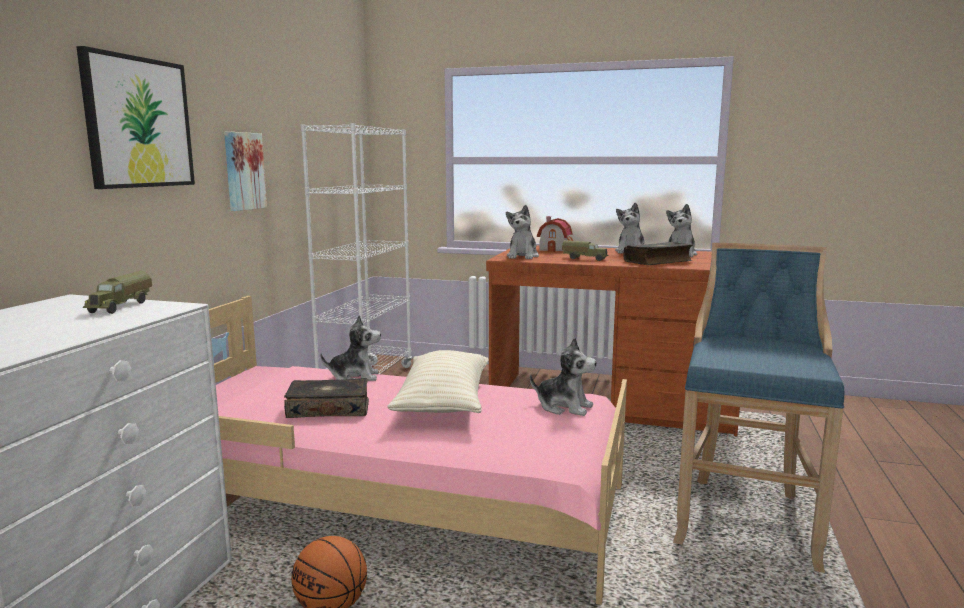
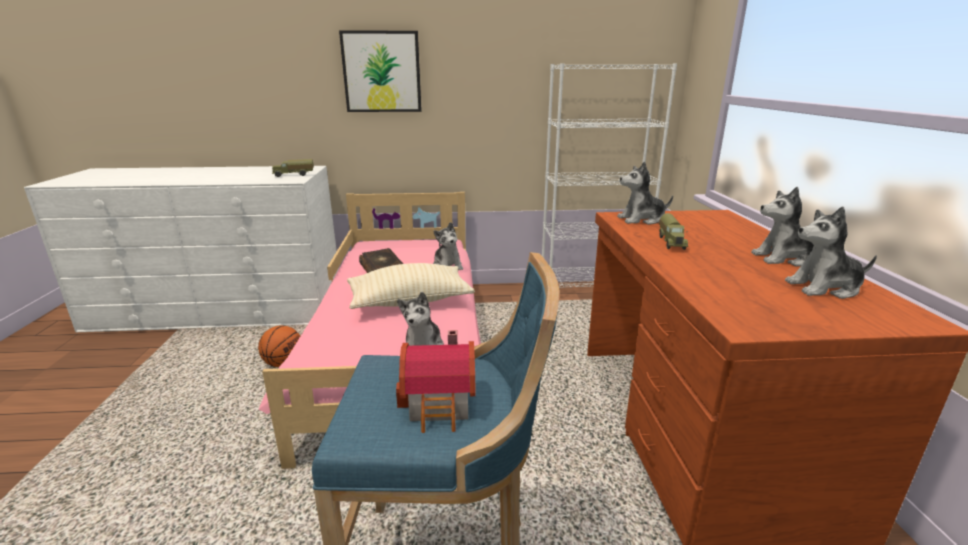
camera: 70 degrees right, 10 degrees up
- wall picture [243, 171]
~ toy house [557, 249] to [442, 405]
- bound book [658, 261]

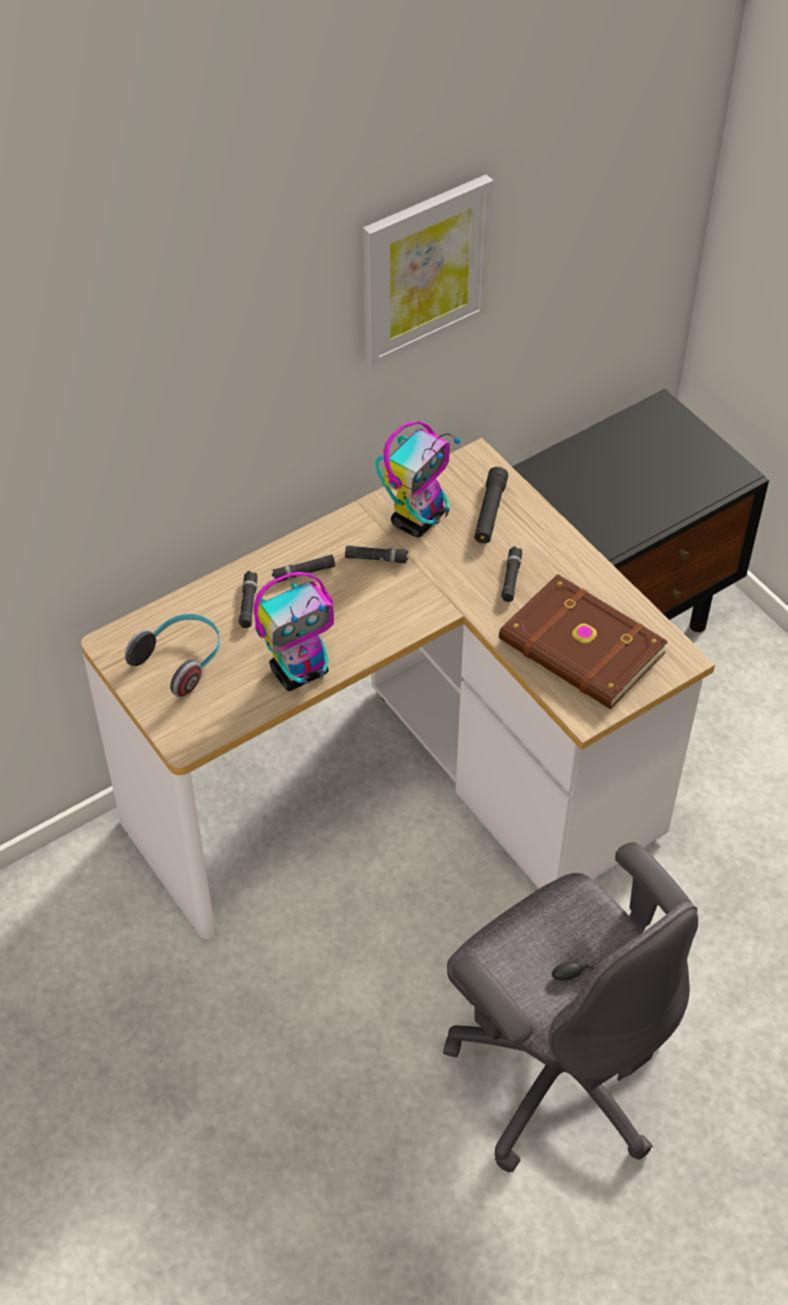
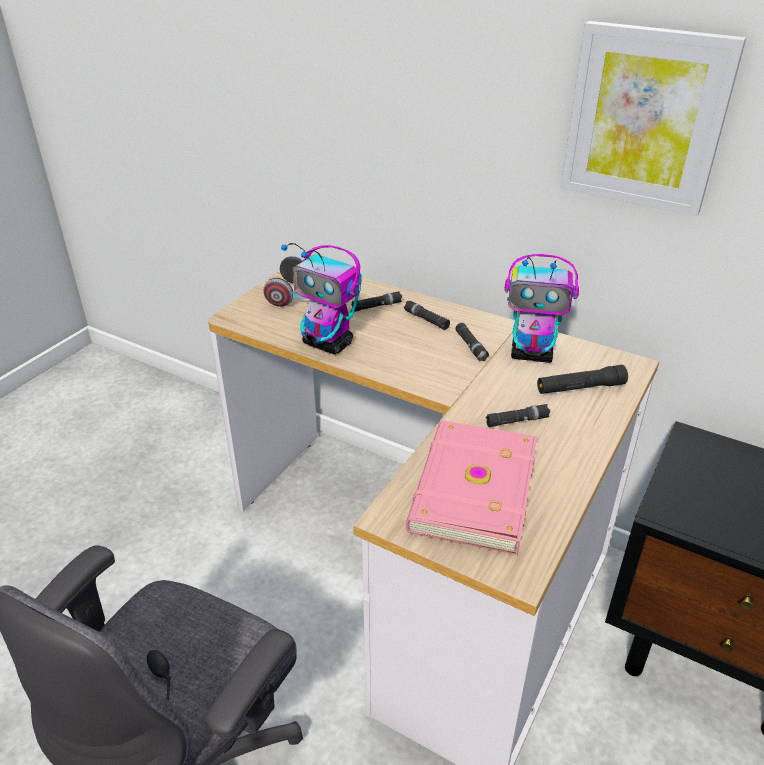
camera: 65 degrees right, 15 degrees down
~ bound book (brown) [580, 649] to bound book (pinkish) [470, 489]

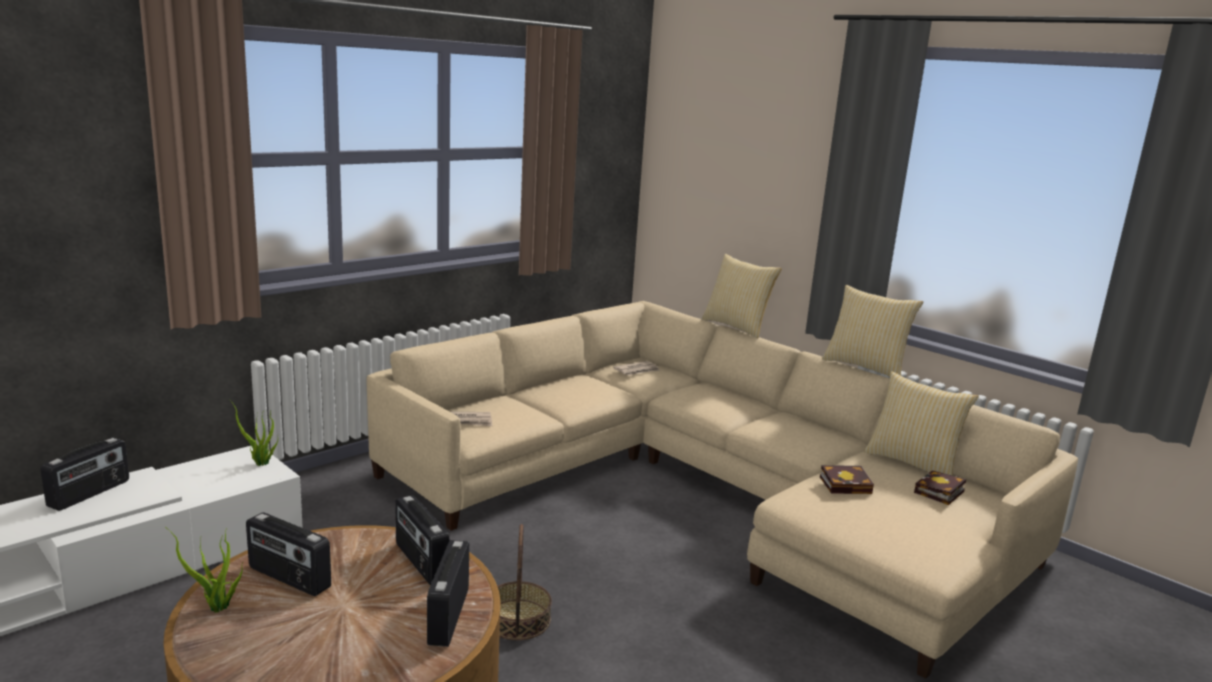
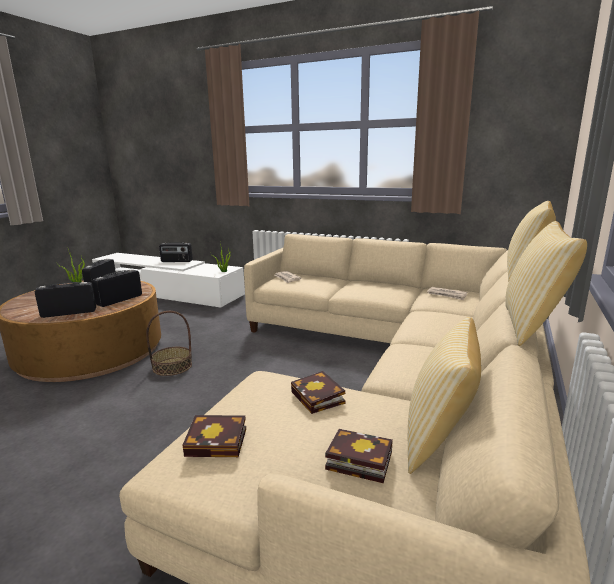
camera: 70 degrees right, 0 degrees up
+ bound book [219, 441]

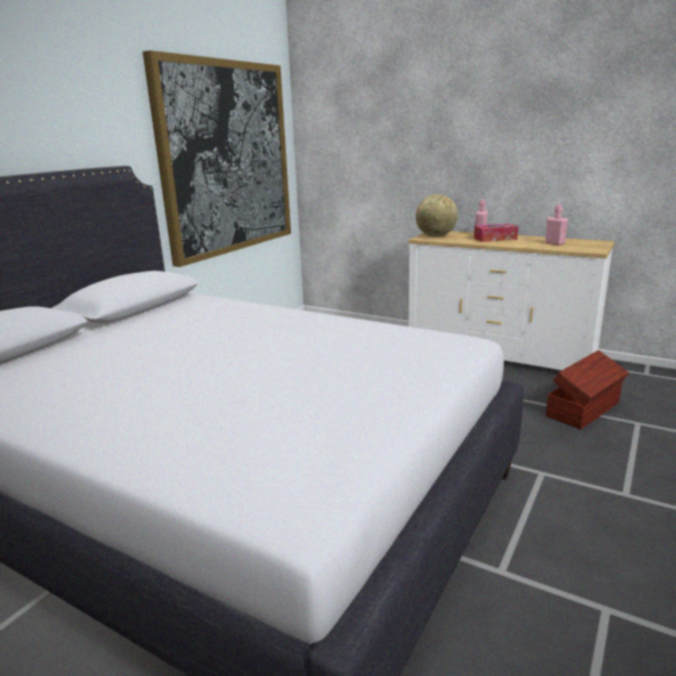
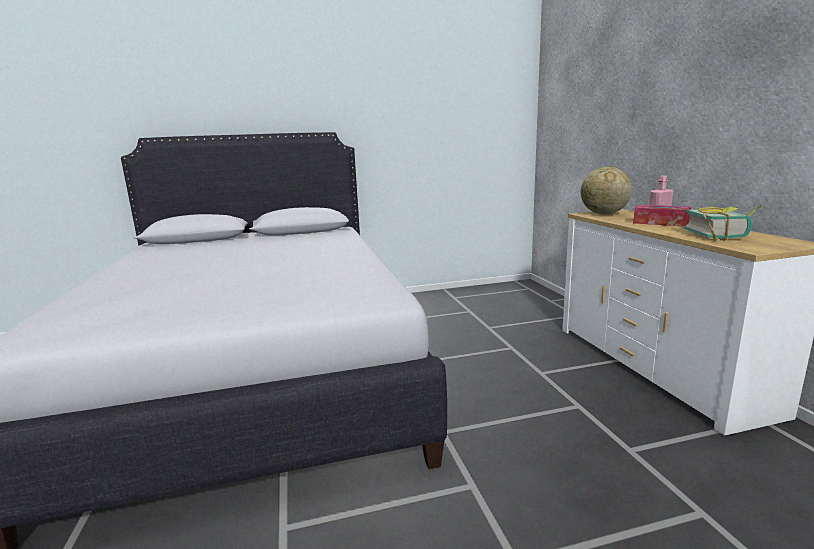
camera: 45 degrees right, 5 degrees down
- wall picture [226, 159]
~ bottle (pinkish) [554, 243] to bound book [720, 236]
- storage bin (brown) [584, 409]

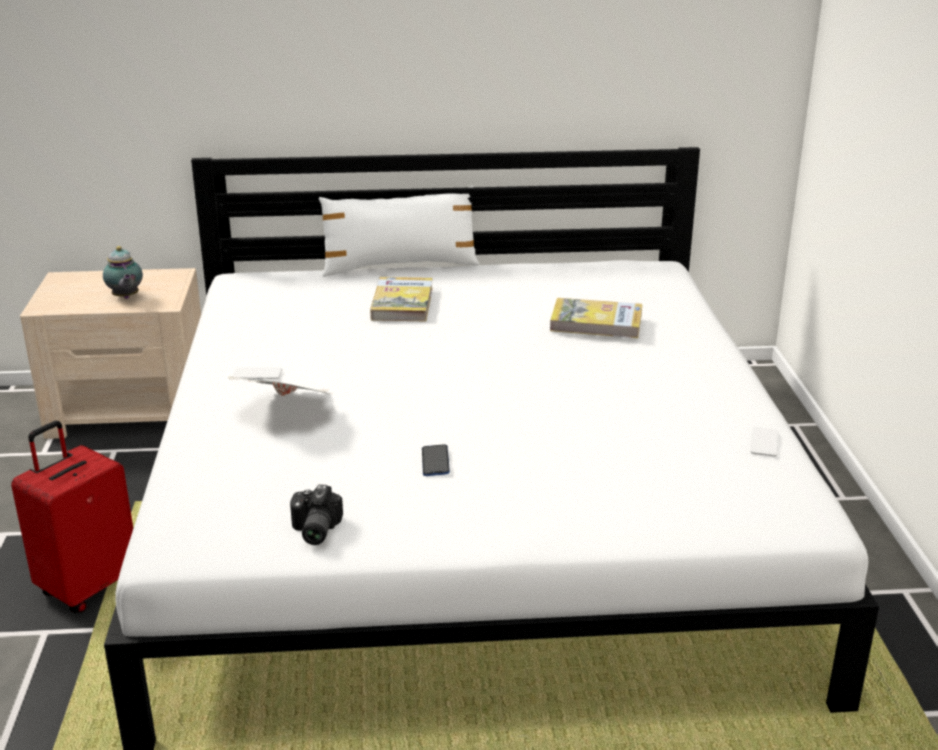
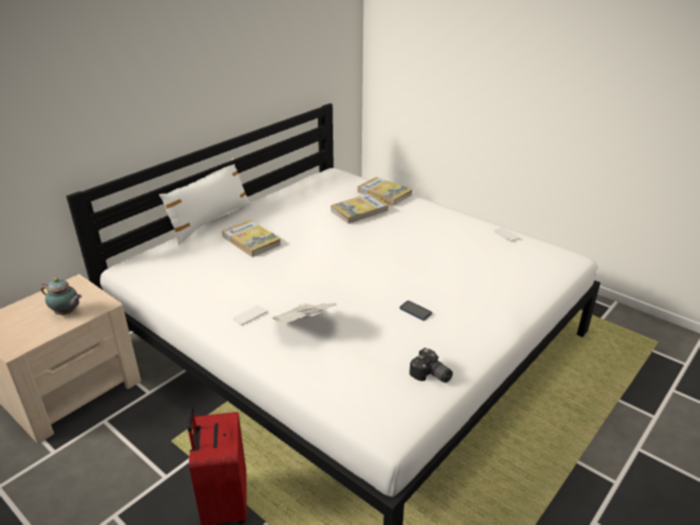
camera: 45 degrees left, 5 degrees up
+ bound book [384, 193]

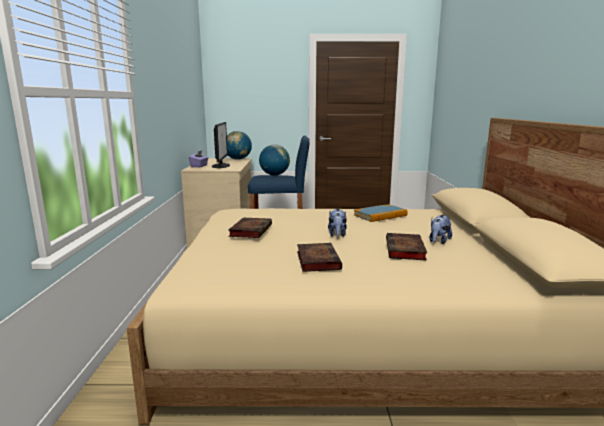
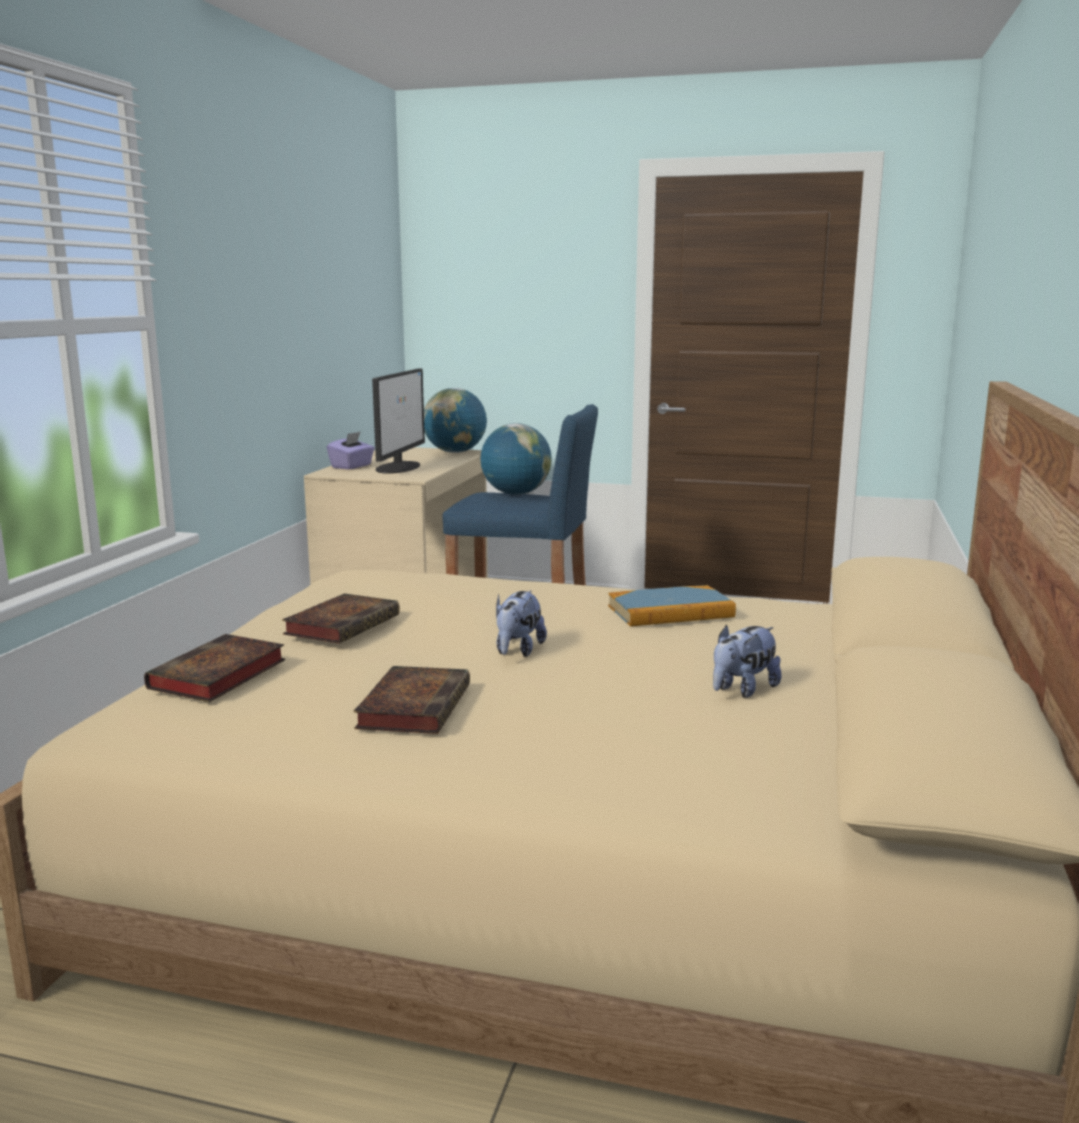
camera: 15 degrees right, 0 degrees up
~ bound book [405, 250] to [217, 676]

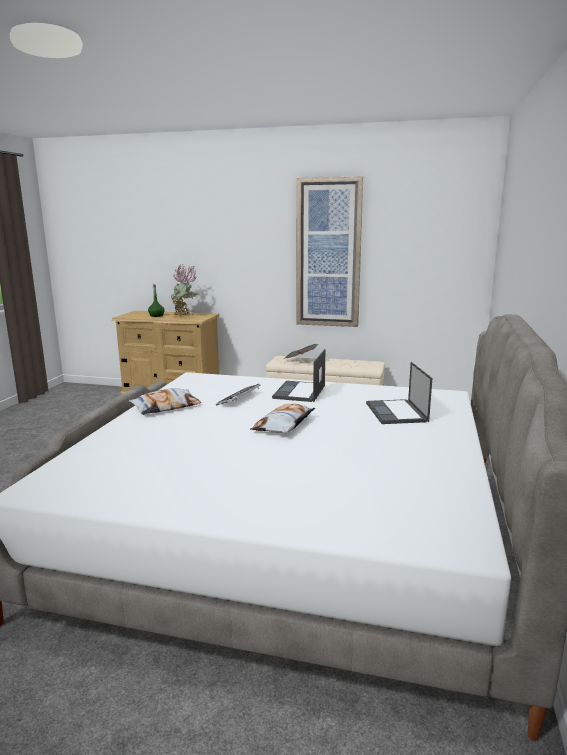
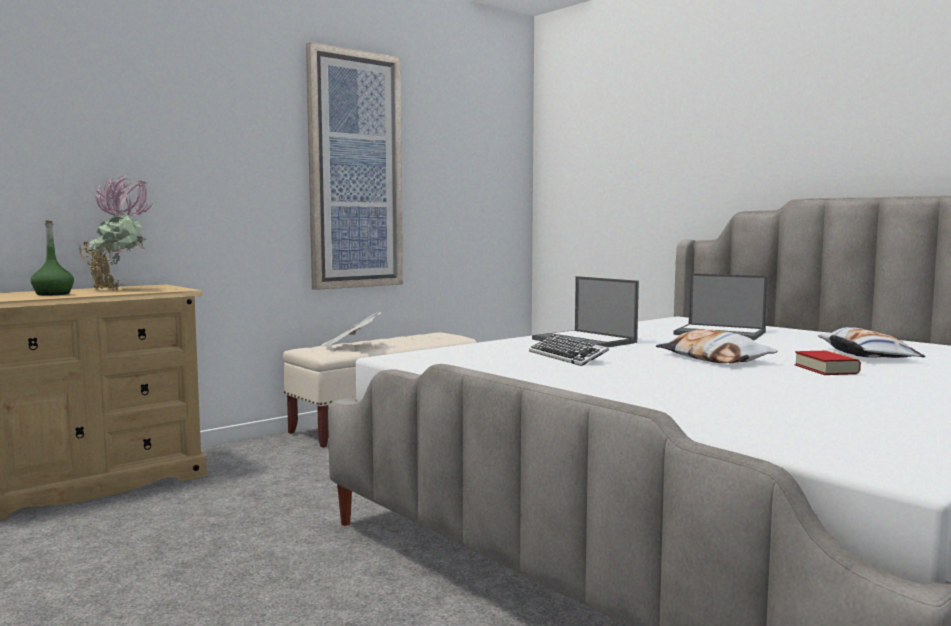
camera: 55 degrees left, 10 degrees down
~ pillow [166, 407] to [866, 355]
+ bound book [826, 369]

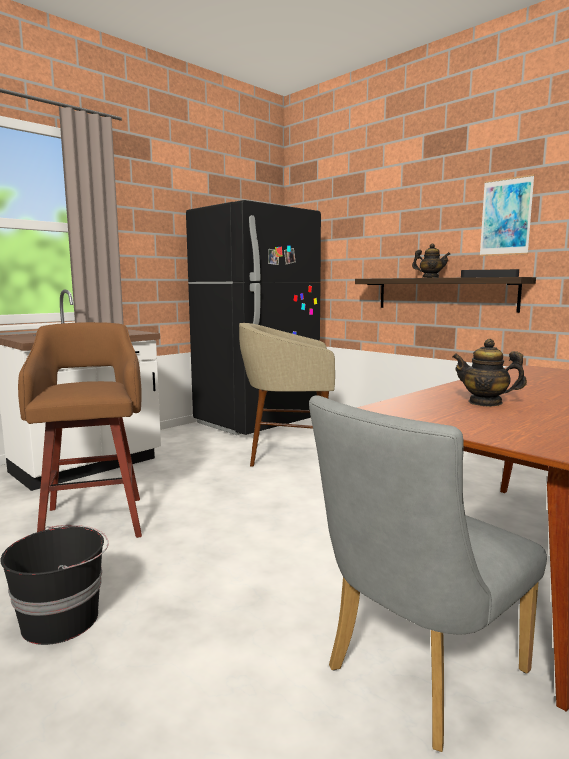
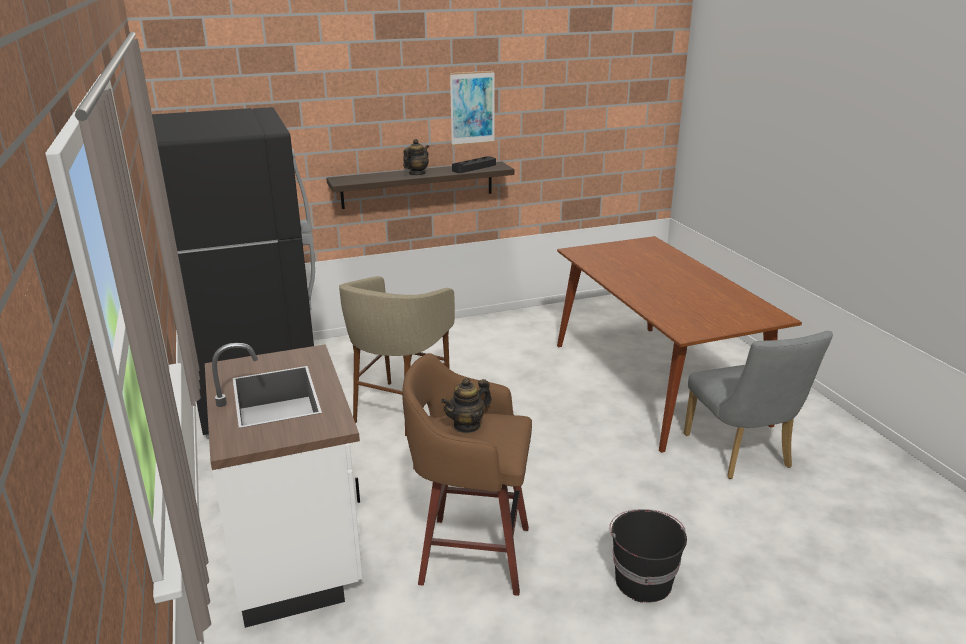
camera: 65 degrees left, 15 degrees up
~ tea pot [485, 403] to [467, 425]

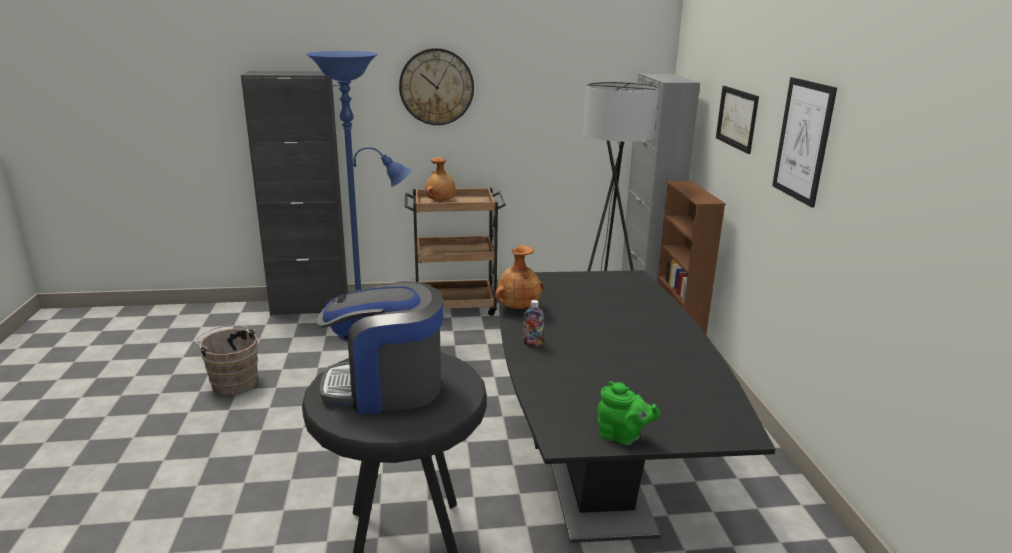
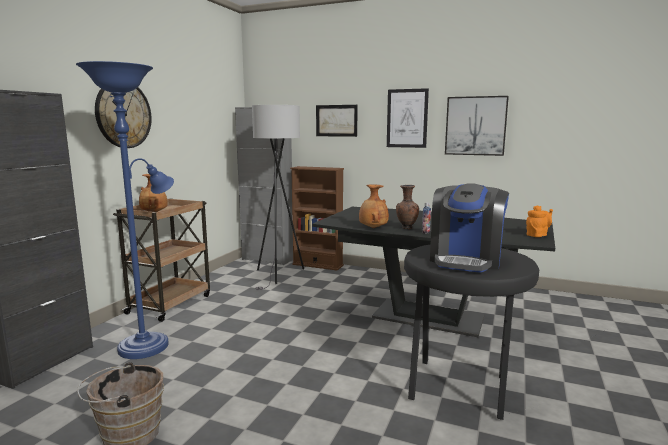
camera: 60 degrees left, 10 degrees down
~ tea pot (green-coloured) [622, 437] to tea pot (orange-coloured) [537, 235]
+ wall picture [475, 126]
+ flower vase (brown) [406, 228]

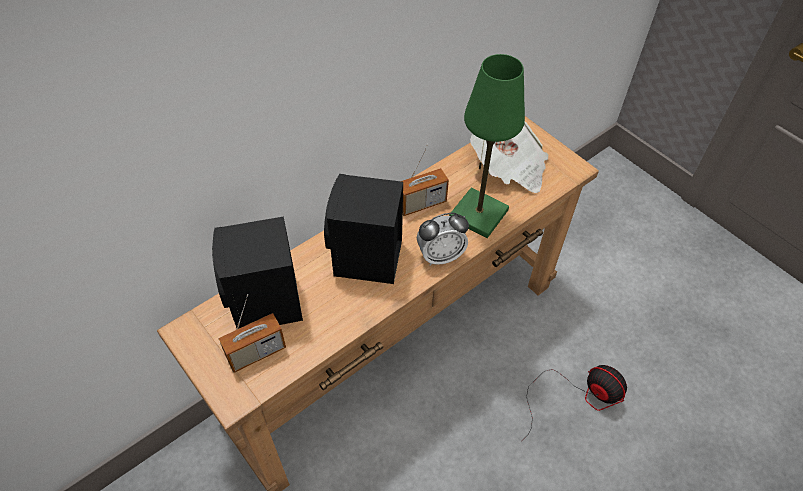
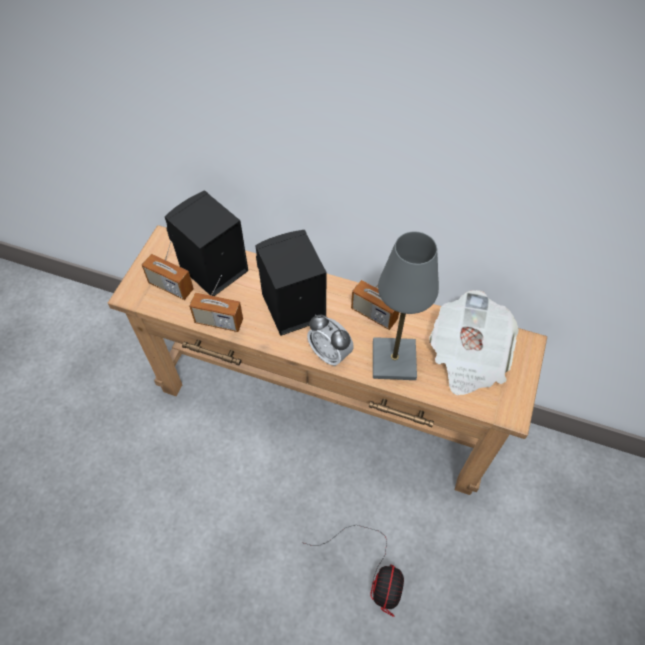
camera: 60 degrees right, 5 degrees up
~ table lamp (green-coloured) [478, 214] to table lamp (gray) [393, 360]
+ radio set [219, 321]

